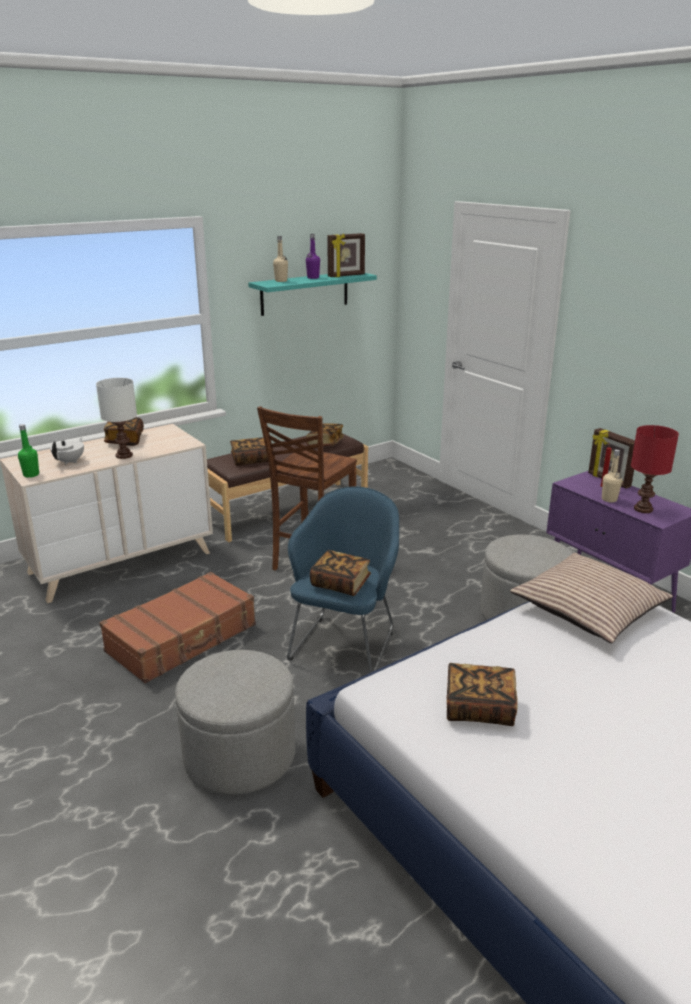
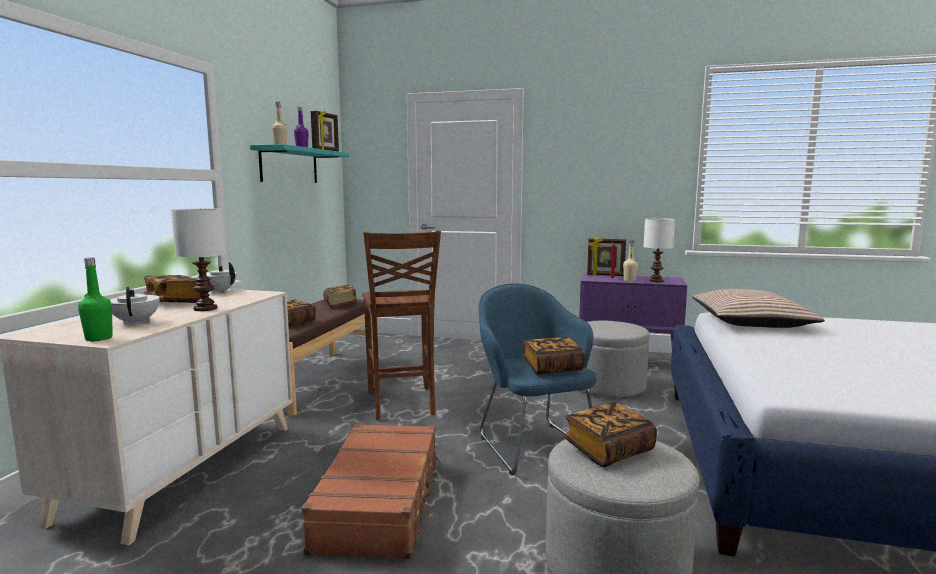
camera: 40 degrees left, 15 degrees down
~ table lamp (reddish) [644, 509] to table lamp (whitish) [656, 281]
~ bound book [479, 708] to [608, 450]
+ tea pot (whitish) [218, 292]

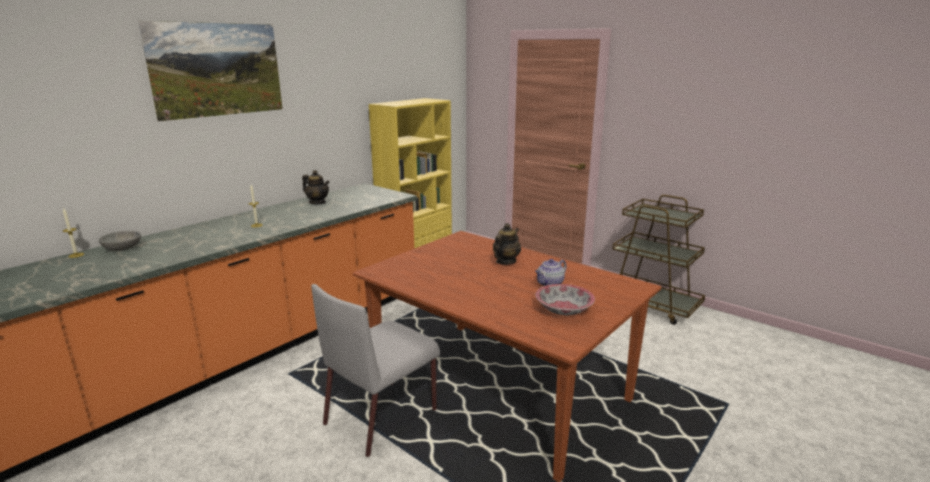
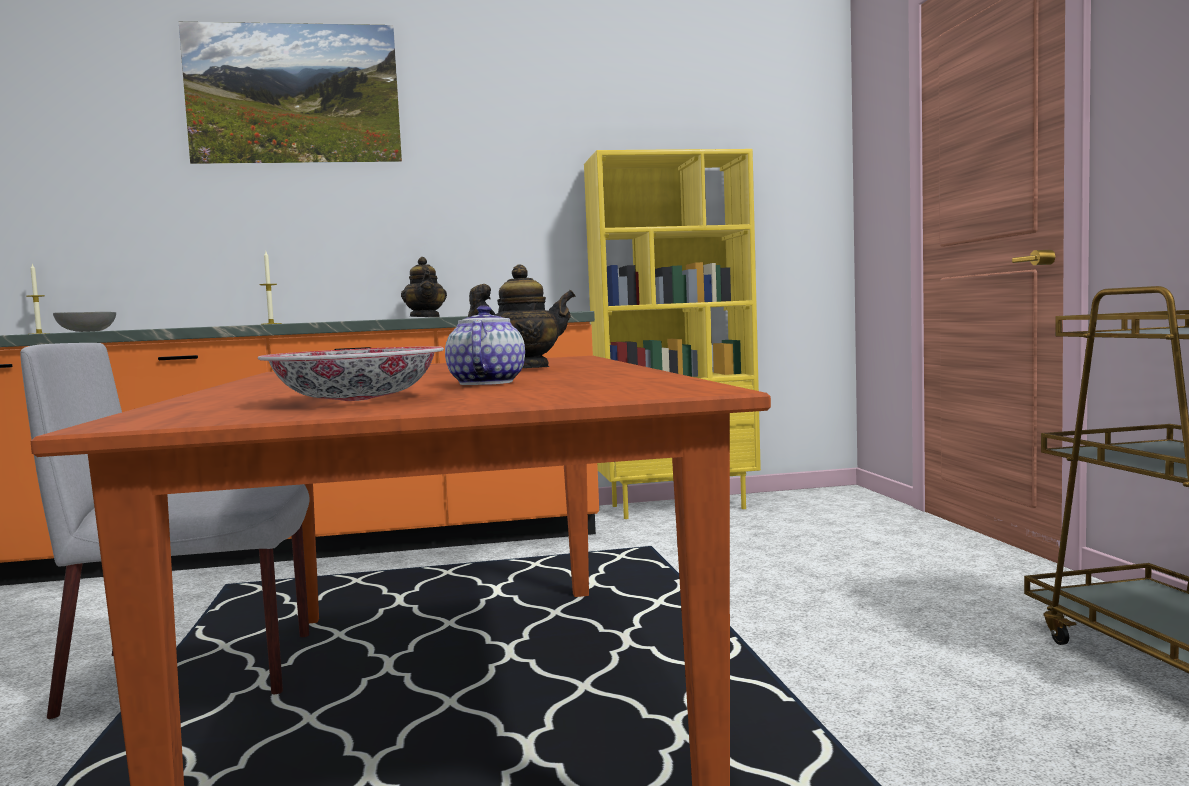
camera: 40 degrees right, 15 degrees down
~ tea pot [550, 284] = [486, 383] 90 degrees clockwise

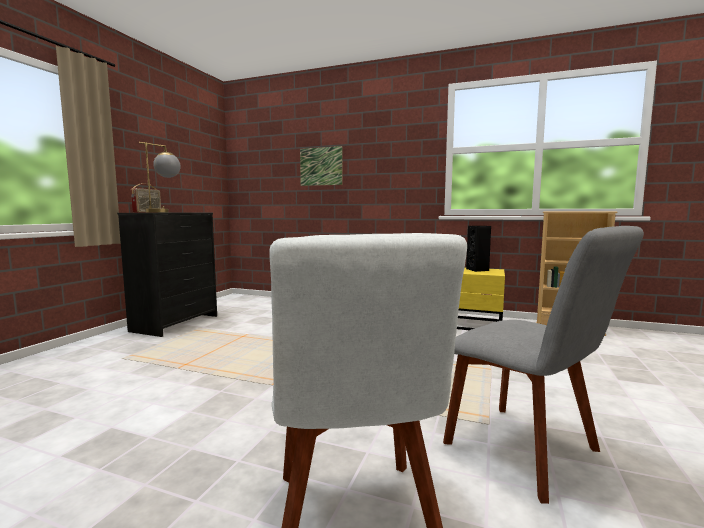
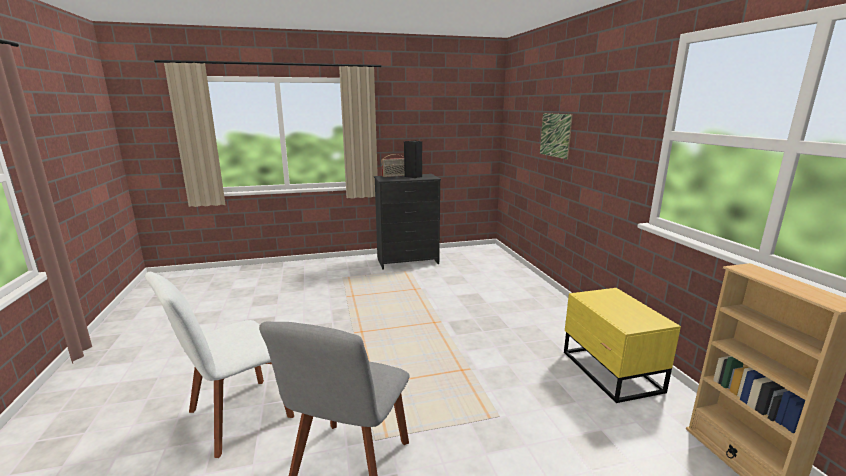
camera: 55 degrees right, 10 degrees up
- table lamp [164, 212]
~ loudspeaker (black-coloured) [478, 270] to [413, 176]

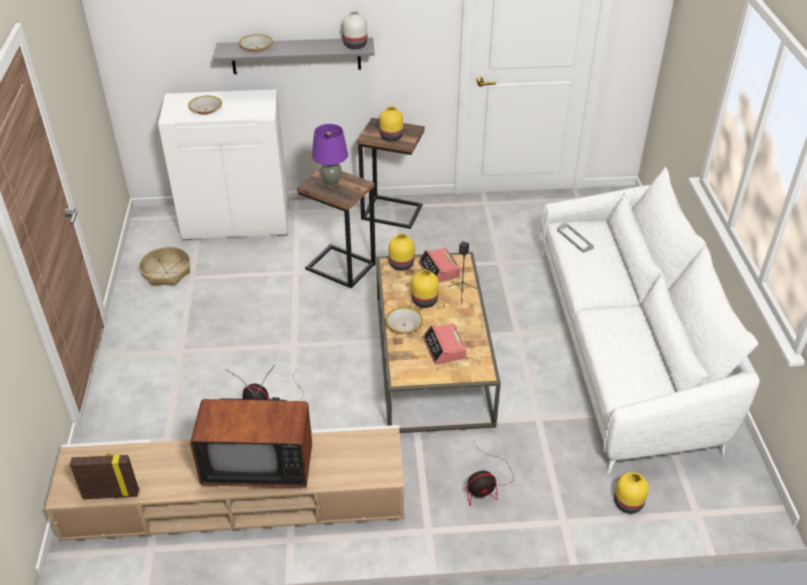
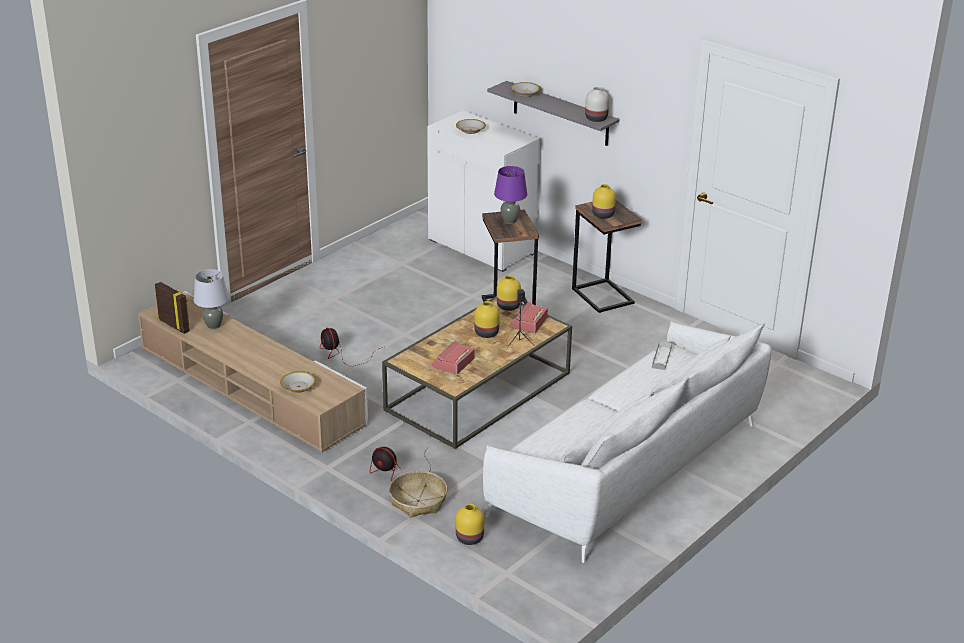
camera: 45 degrees right, 10 degrees down
~ basket [166, 272] to [418, 501]
~ bowl [404, 325] to [298, 387]
- TV [258, 462]
+ table lamp (gray) [213, 326]

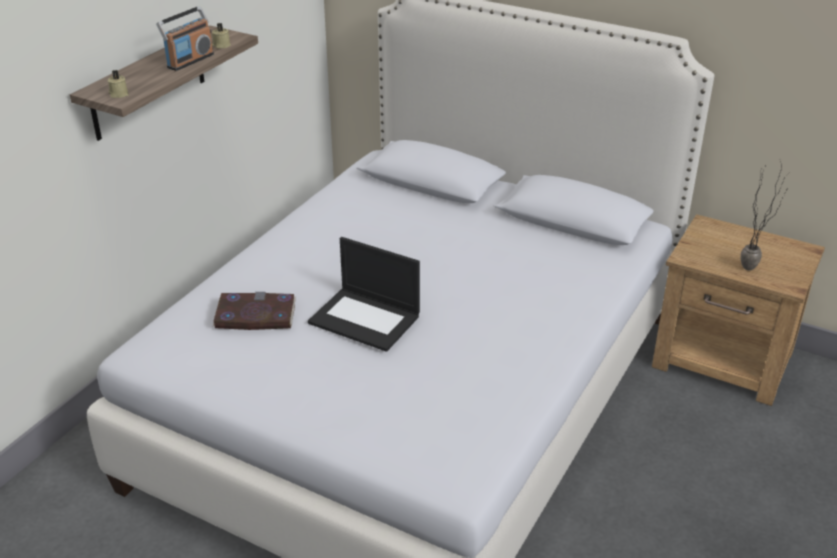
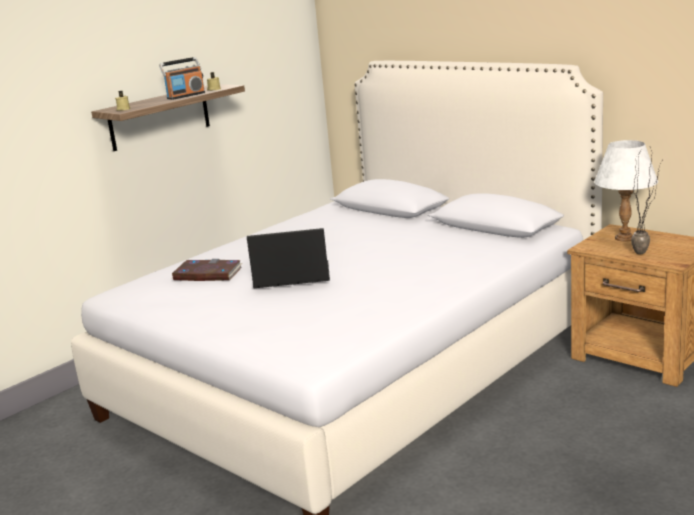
camera: 15 degrees right, 15 degrees down
~ portable computer [366, 319] = [290, 276] 135 degrees clockwise
+ table lamp (whitish) [624, 238]

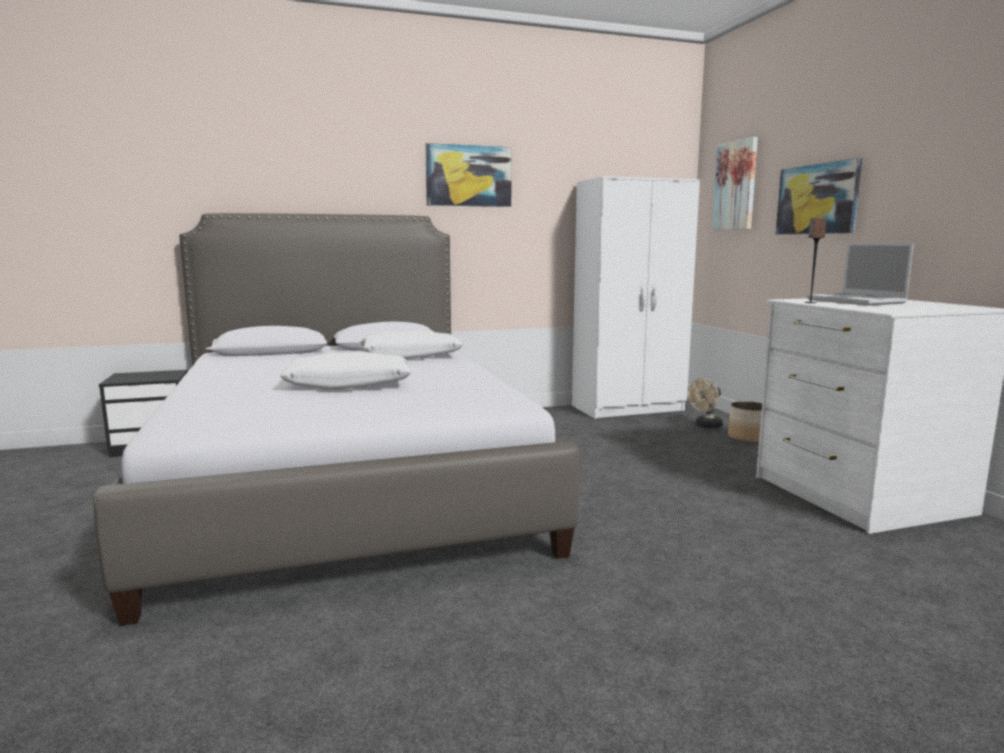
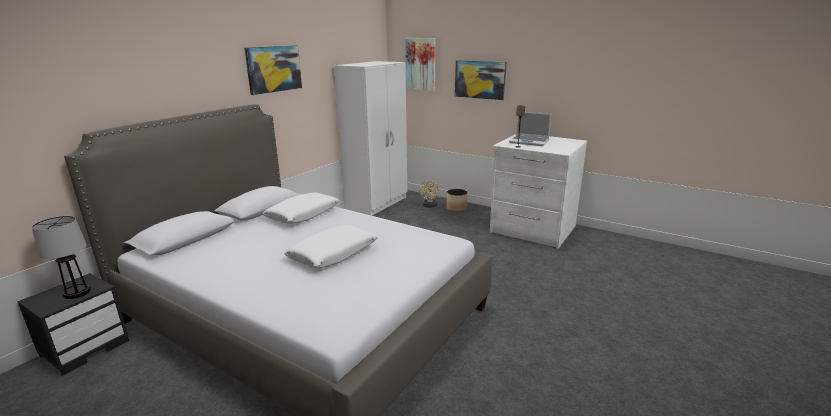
camera: 40 degrees left, 10 degrees up
+ table lamp [76, 293]

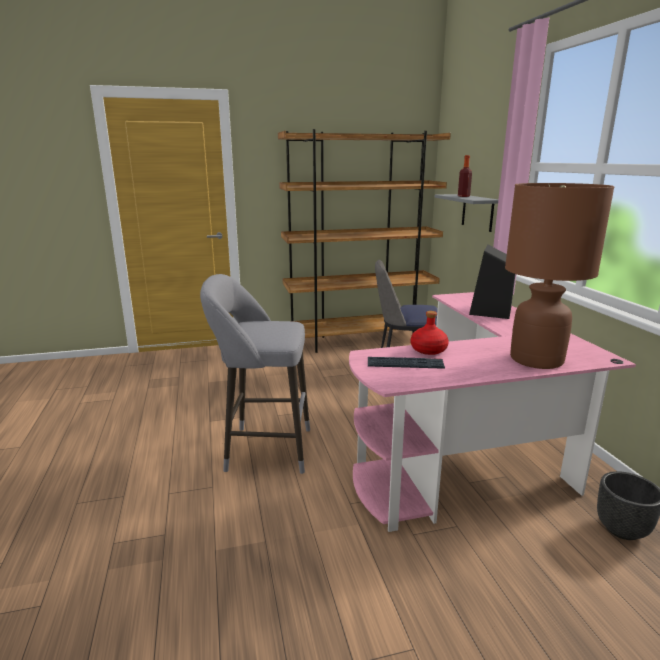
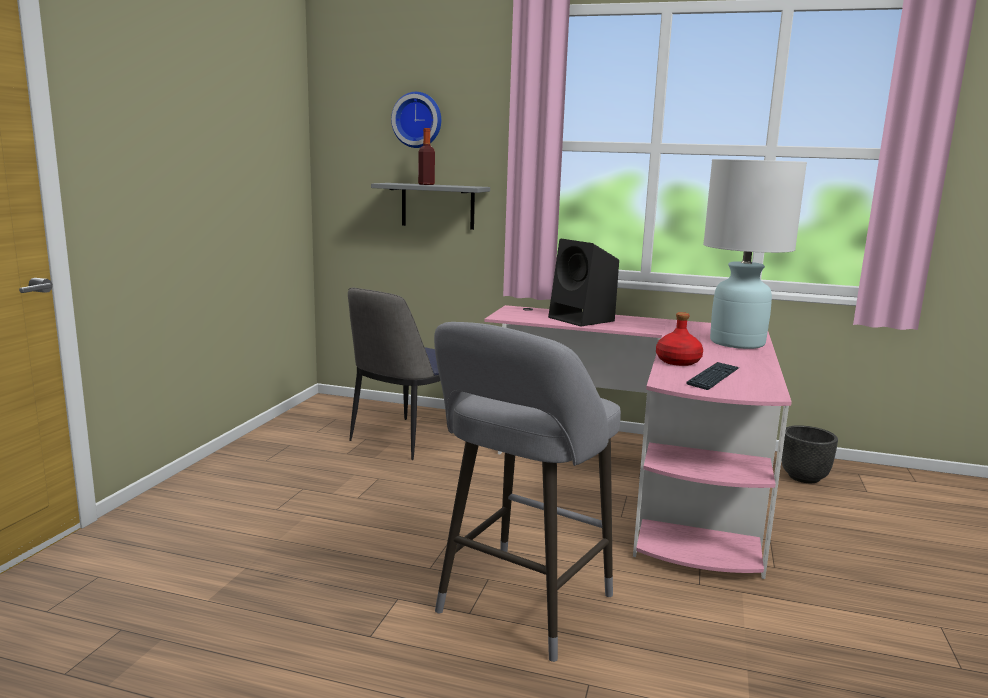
camera: 60 degrees left, 5 degrees down
- bookshelf (brown) [360, 340]
~ table lamp (brown) [536, 360] to table lamp (whitish) [737, 343]
+ clock on the wall [418, 120]

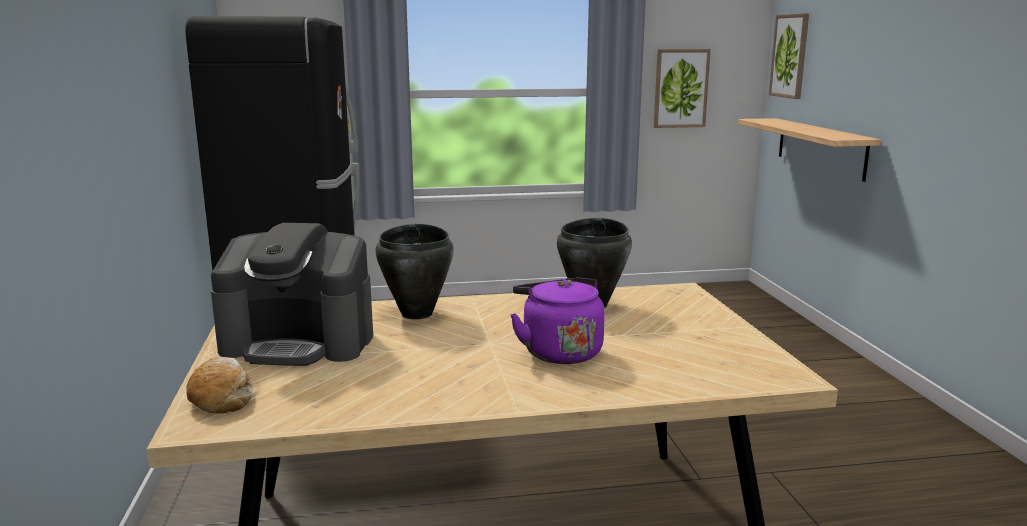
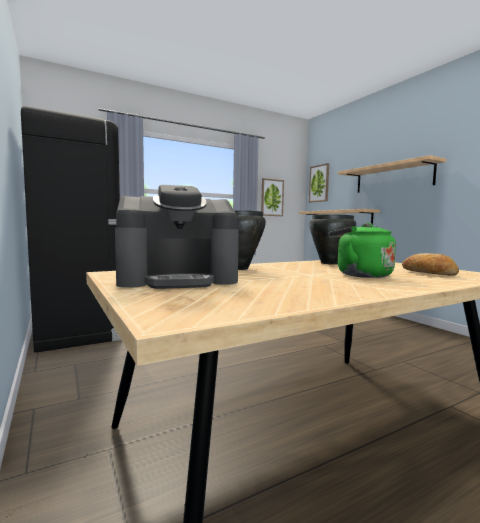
camera: 20 degrees left, 10 degrees down
~ kettle (purplish) [559, 351] to kettle (green-coloured) [360, 275]
~ baked bread [221, 397] to [428, 273]
+ wall shelf [393, 178]

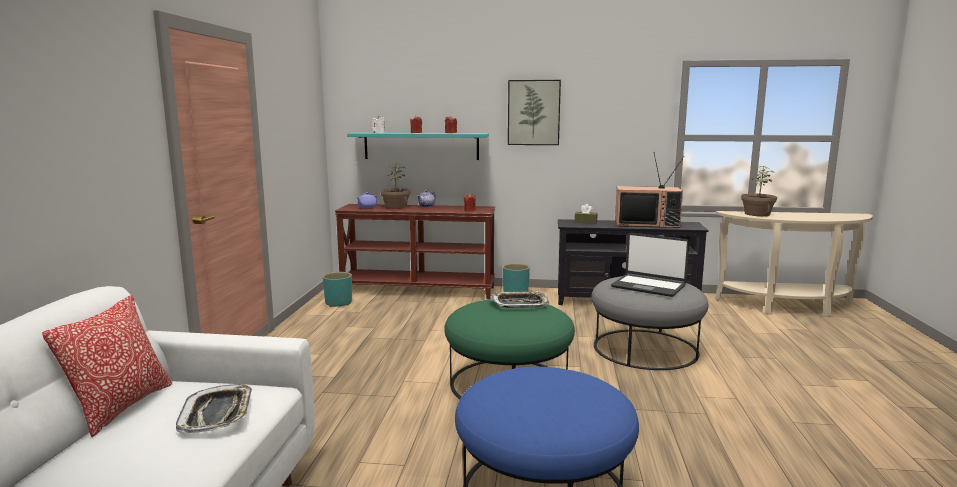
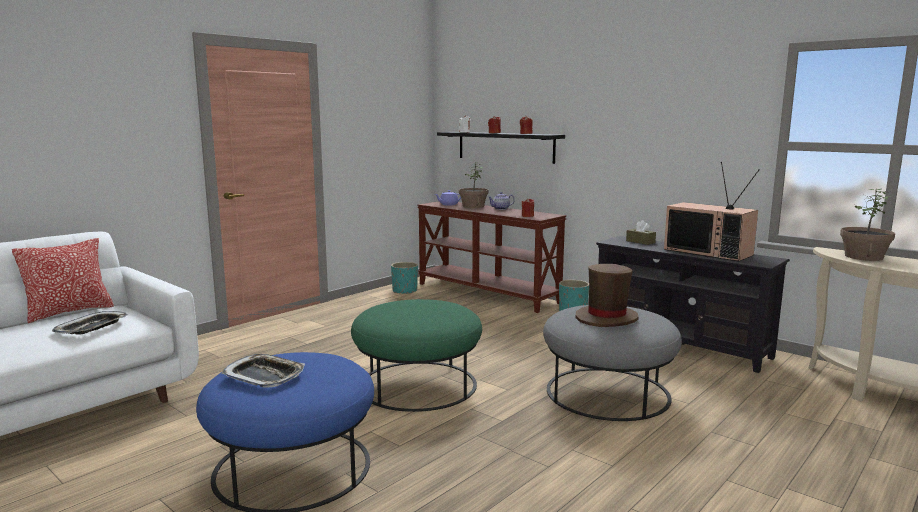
camera: 35 degrees right, 0 degrees up
- wall picture [533, 112]
~ wall shelf (turquoise) [421, 146] to wall shelf (black-coloured) [505, 146]
~ portable computer [648, 286] to wearable hat (brown) [606, 318]
~ serving tray [520, 304] to [265, 376]

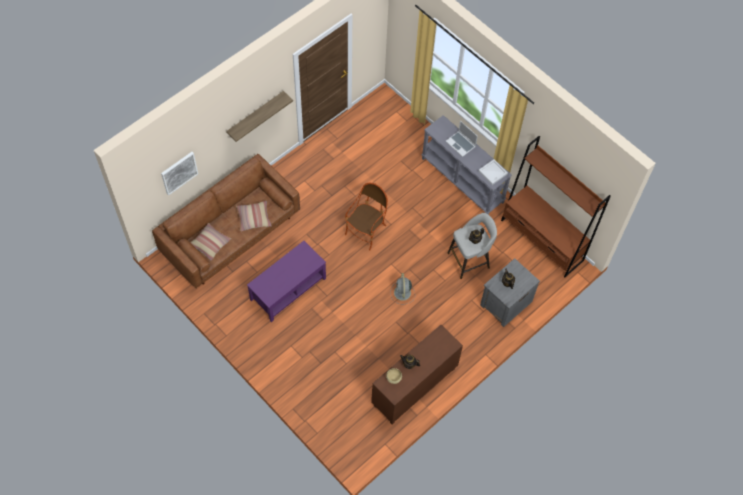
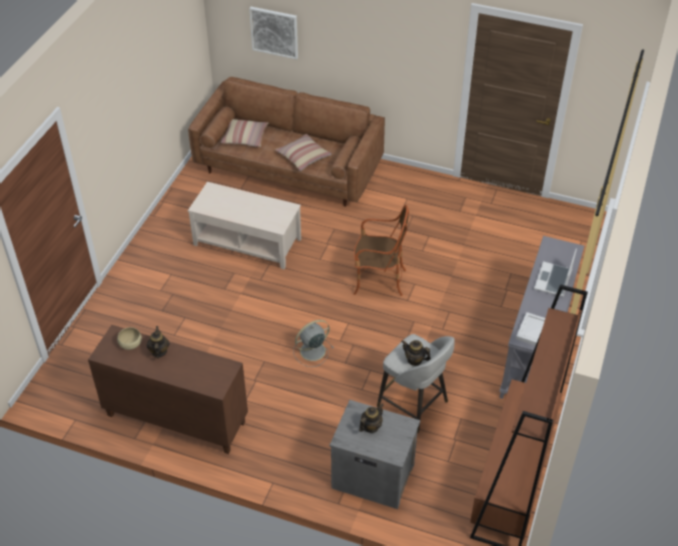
camera: 65 degrees right, 15 degrees down
- wall shelf [255, 116]
~ coffee table (purplish) [288, 289] to coffee table (beige-coloured) [247, 242]

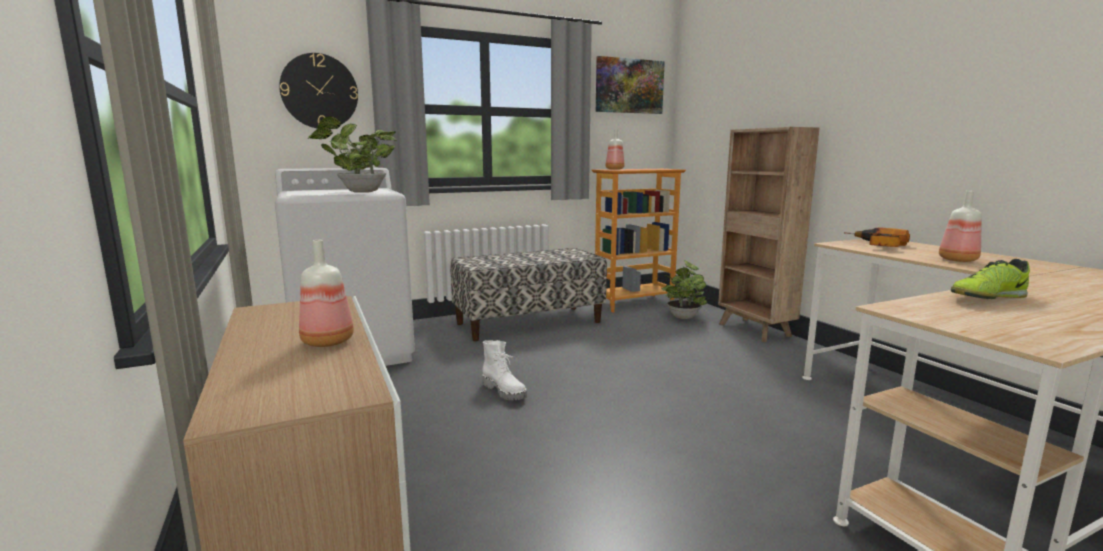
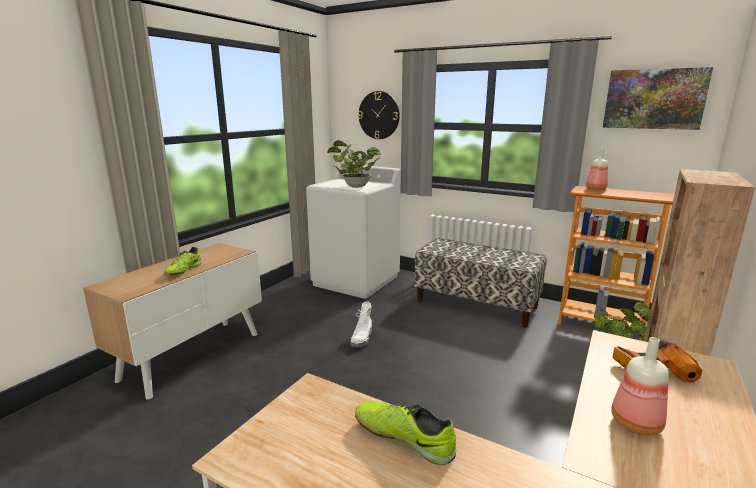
camera: 55 degrees right, 5 degrees up
~ bottle [327, 341] to item of footwear [183, 270]

